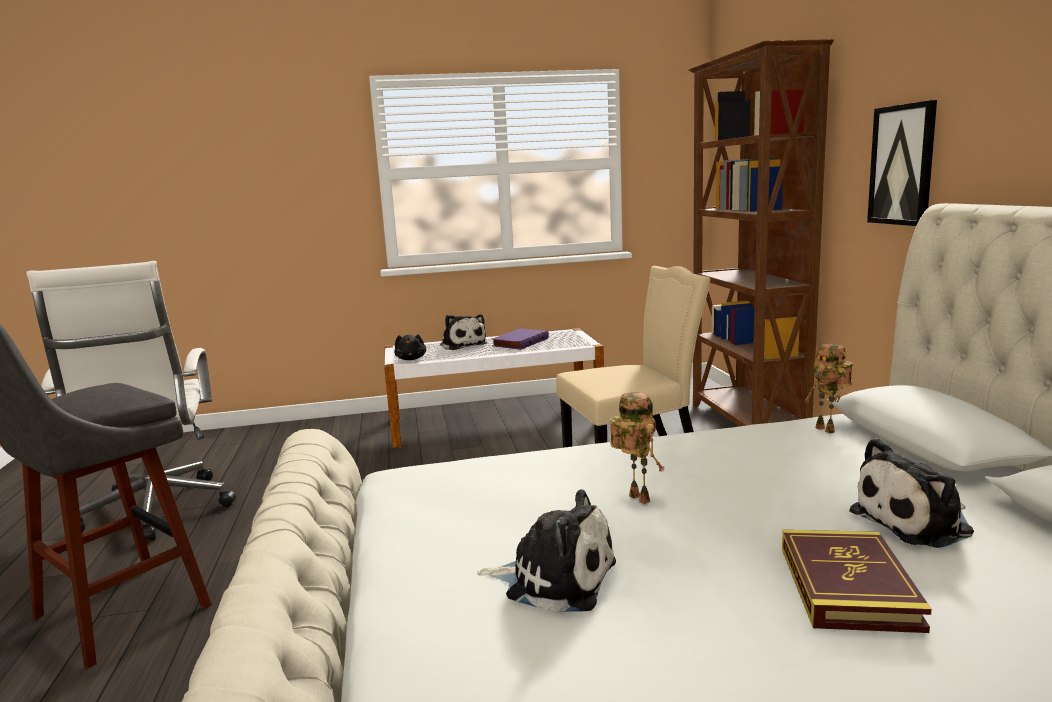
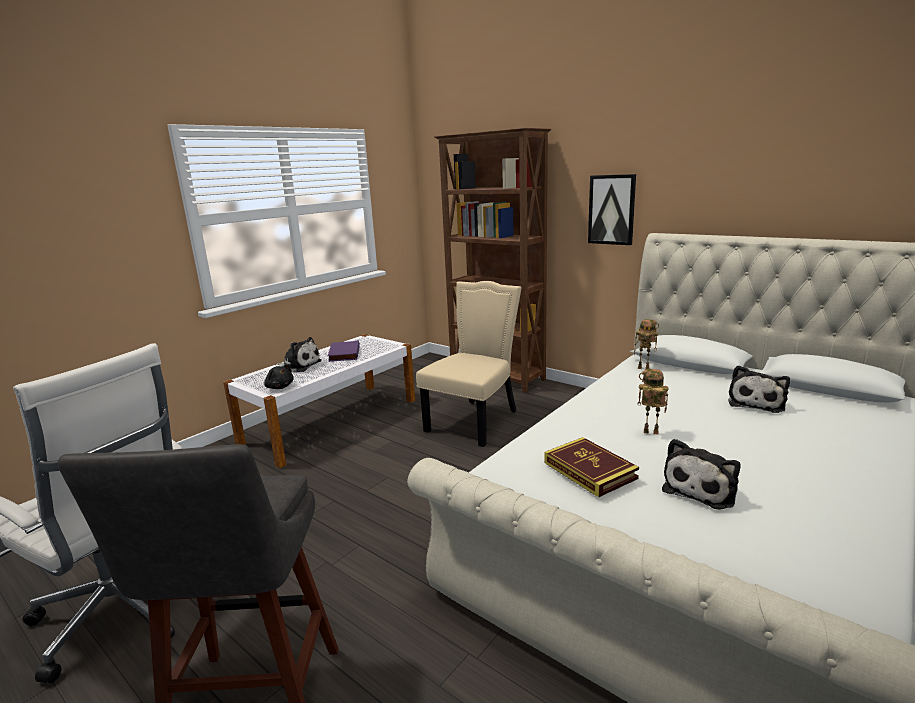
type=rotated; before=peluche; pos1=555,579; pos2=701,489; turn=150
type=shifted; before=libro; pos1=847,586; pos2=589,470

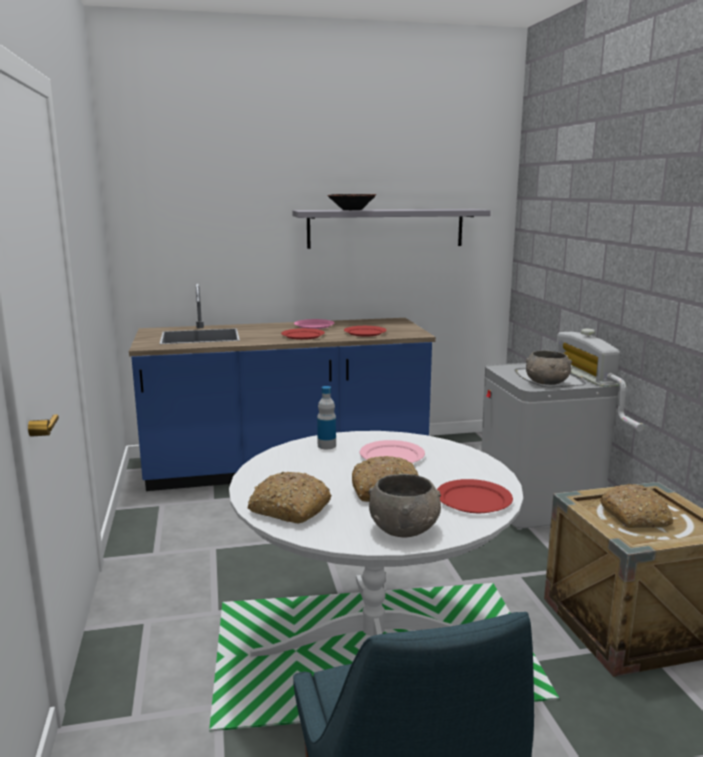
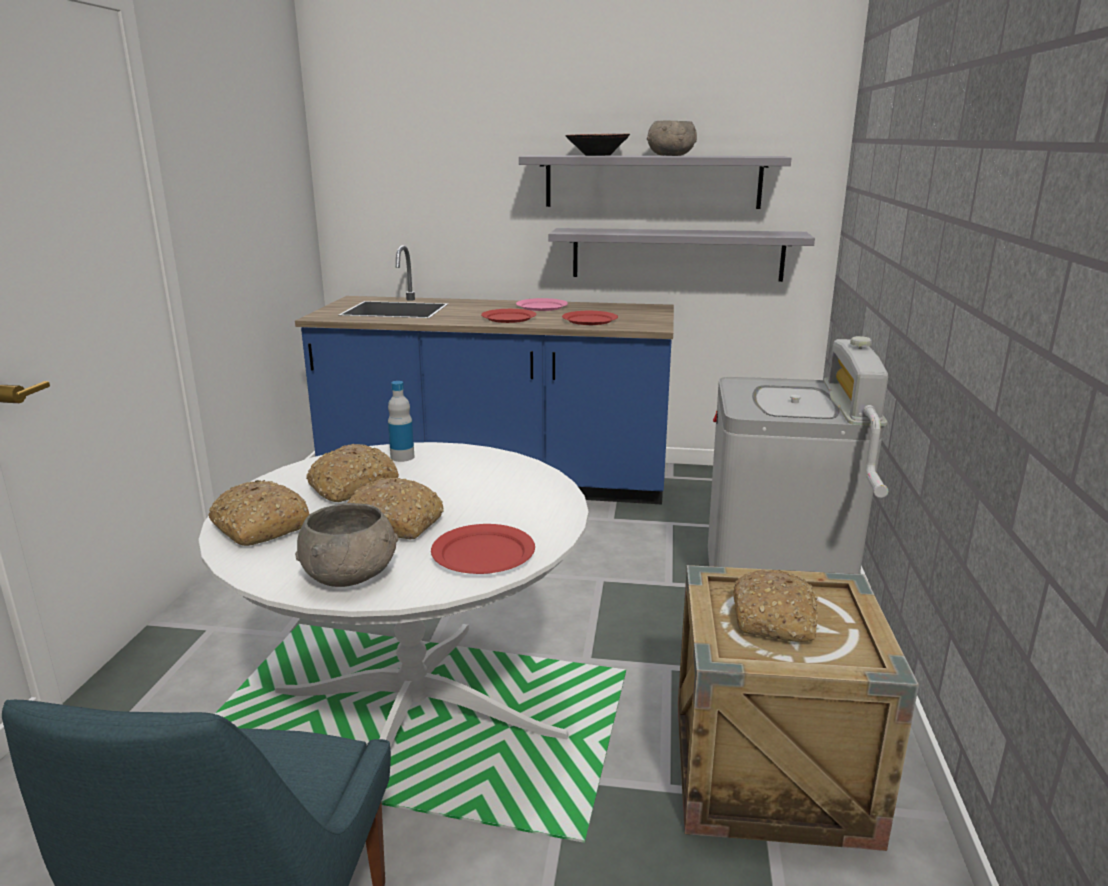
type=gone; before=plato (rosa); pos1=392,456
type=shifted; before=cuenco (gris); pos1=547,382; pos2=671,155
type=new; after=pan; pos2=352,487
type=new; after=estante (gris); pos2=677,254

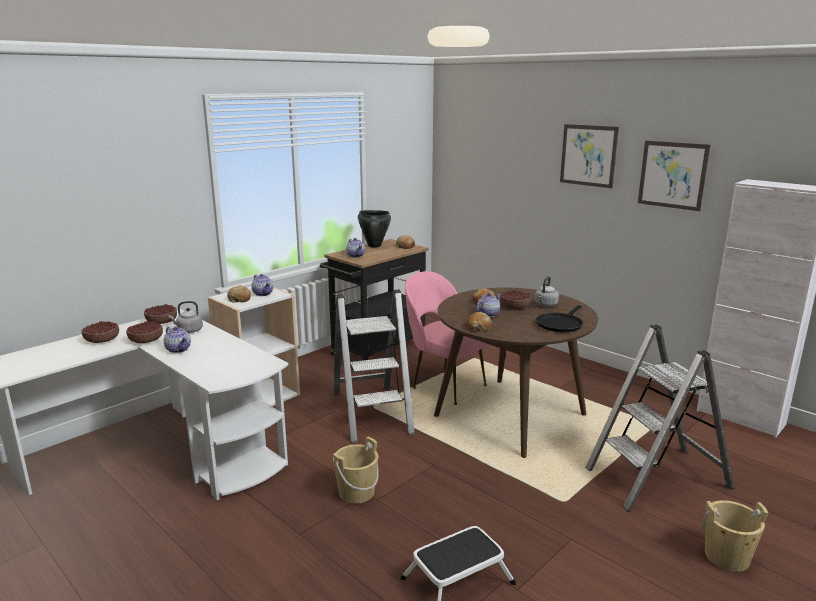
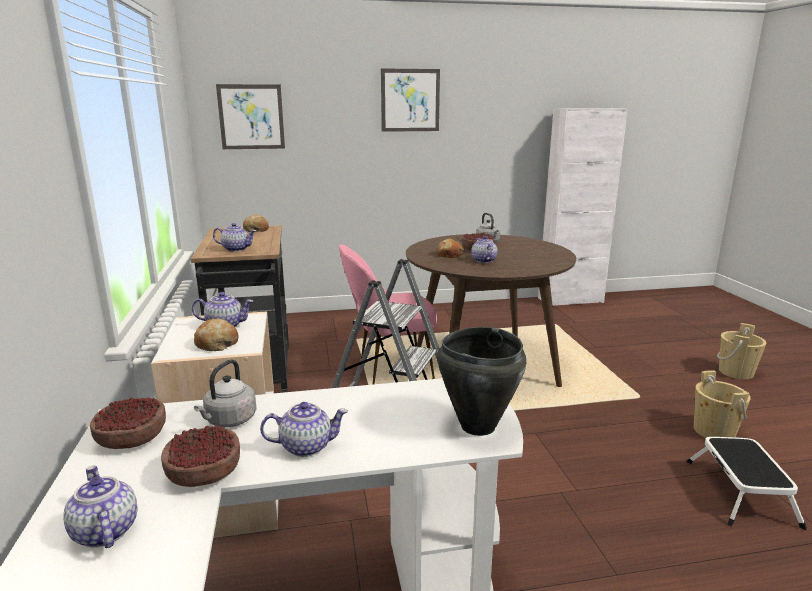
type=swapped; before=cuenco; after=tetera; pos1=101,340; pos2=104,531
type=shifted; before=cubo (beis); pos1=356,492; pos2=714,431
type=shifted; before=olla (negro); pos1=374,245; pos2=477,426
type=gone; before=pan; pos1=479,327
type=gone; before=sartén (negro); pos1=560,324
type=gone; before=escalera de tijera (gris); pos1=659,478
type=shifted; before=cuadro; pos1=672,175; pos2=251,117

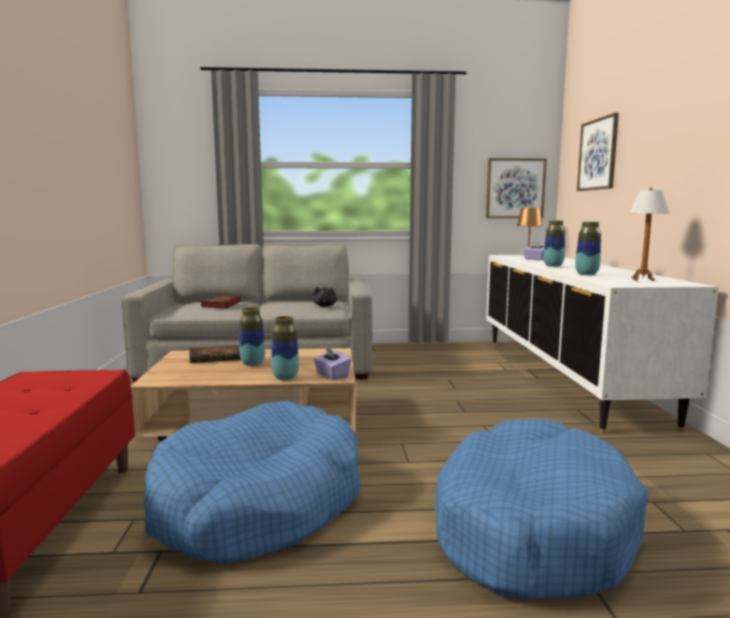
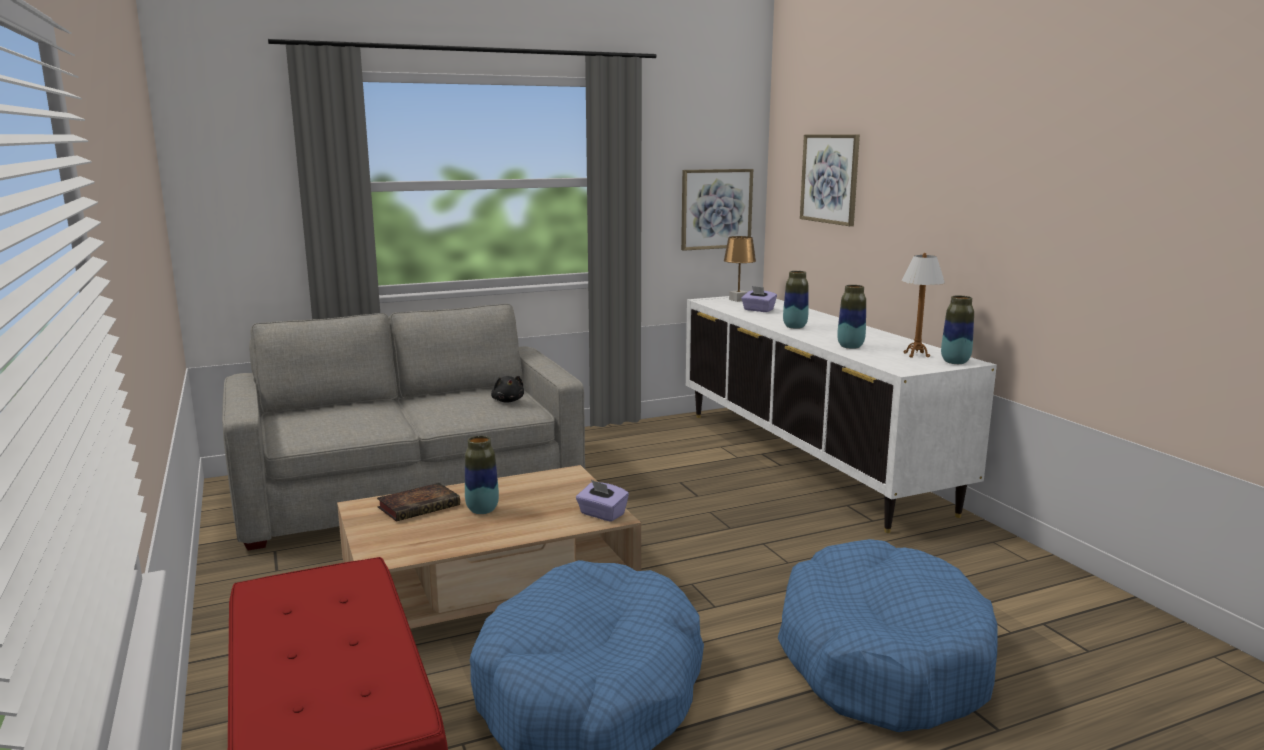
type=gone; before=libro; pos1=222,304
type=shifted; before=florero; pos1=285,377; pos2=955,362

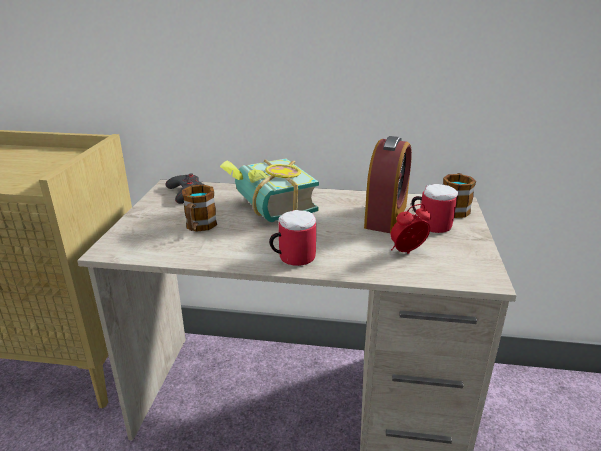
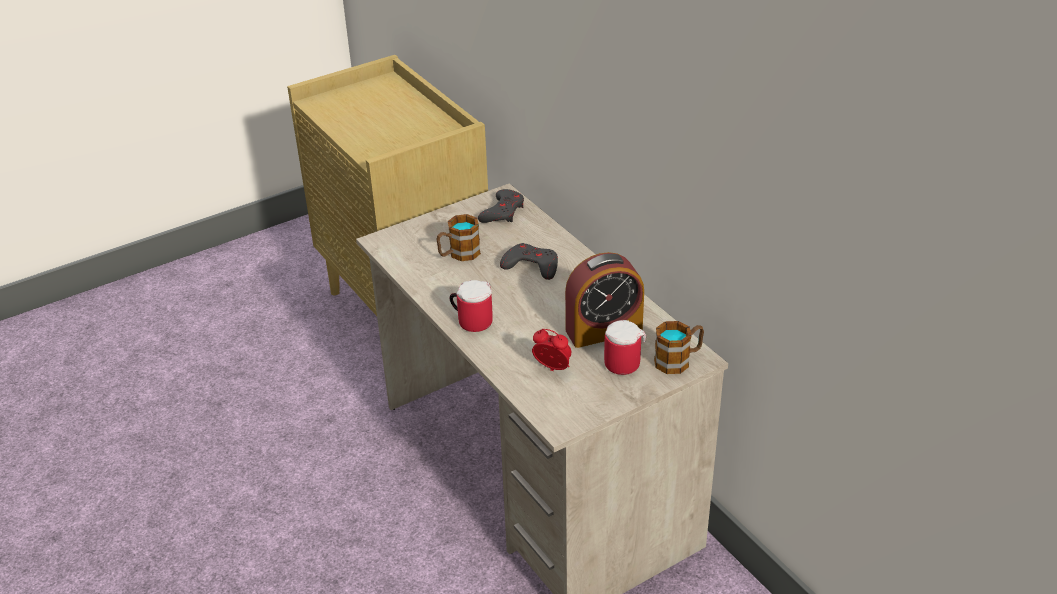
type=swapped; before=libro; after=mando de consola (gris); pos1=267,209; pos2=531,266

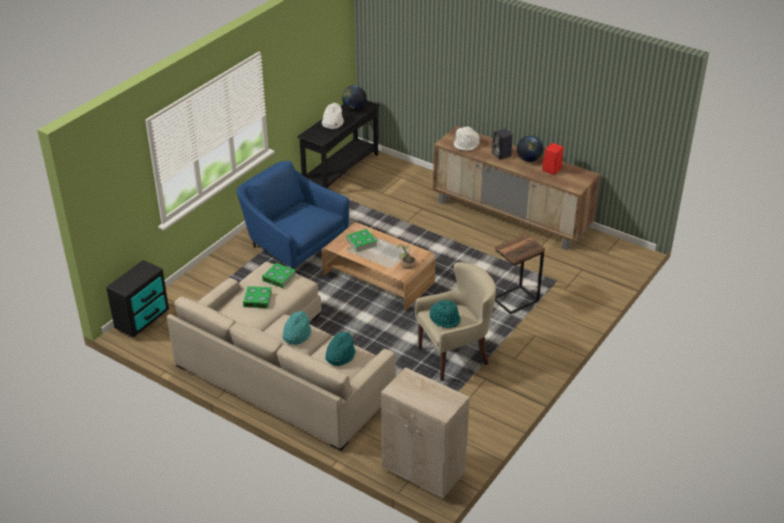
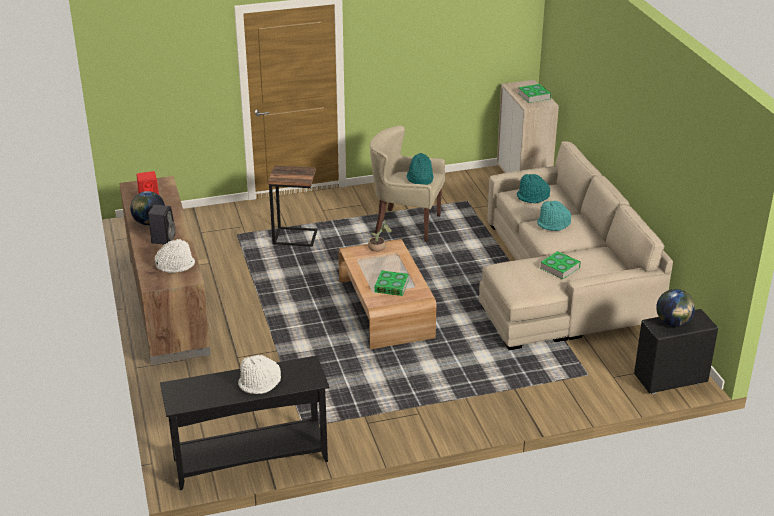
type=gone; before=sillón (azul); pos1=293,245
type=shifted; before=libro; pos1=279,278; pos2=534,96
type=shifted; before=globo terráqueo; pos1=354,108; pos2=673,323

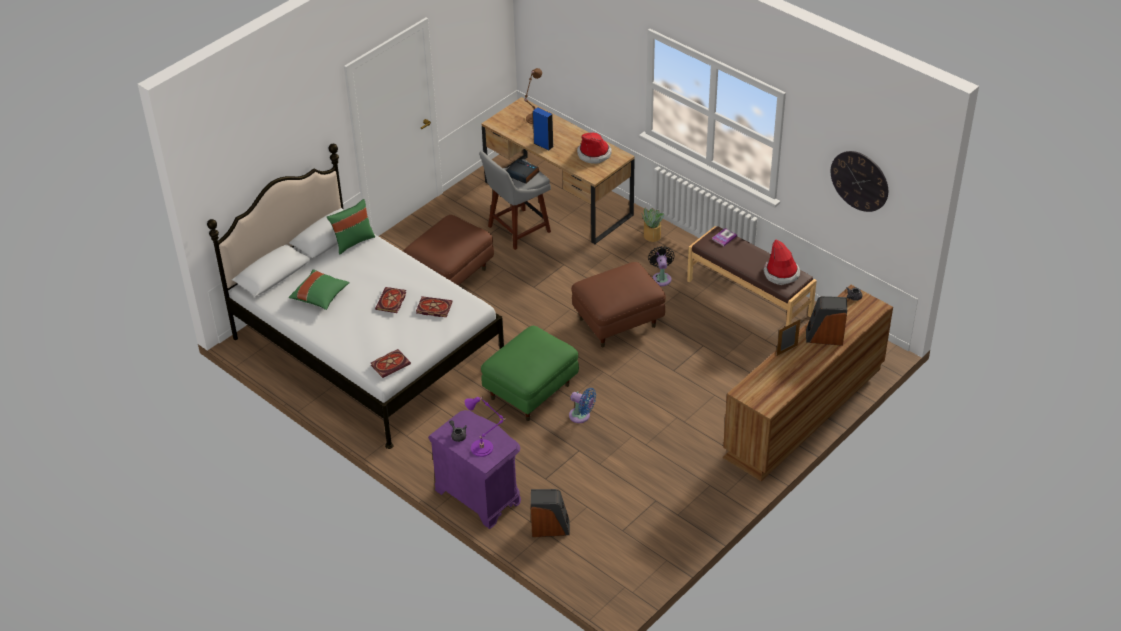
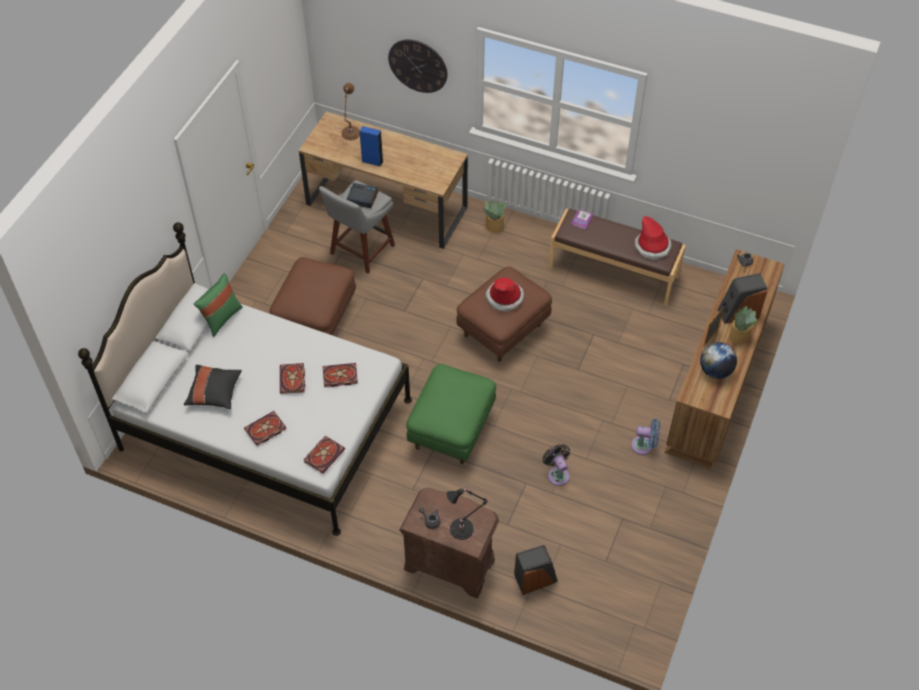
type=repainted; before=cojín (verde); after=cojín (negro); pos1=320,296; pos2=214,393
type=repainted; before=mesita de noche (morado); after=mesita de noche (marrón); pos1=480,494; pos2=450,560
type=repainted; before=lámpara de mesa (morado); after=lámpara de mesa (negro); pos1=484,448; pos2=463,529
type=shifted; before=ventilador (azul); pos1=581,416; pos2=644,446
type=shifted; before=sombrero; pos1=594,154; pos2=504,297
type=shifted; before=ventilador (negro); pos1=661,278; pos2=557,474
type=shifted; before=reloj de pared; pos1=859,181; pos2=418,65
type=new; after=libro; pos2=265,430
type=new; after=globo terráqueo; pos2=715,371
type=new; after=planta en maceta; pos2=738,336

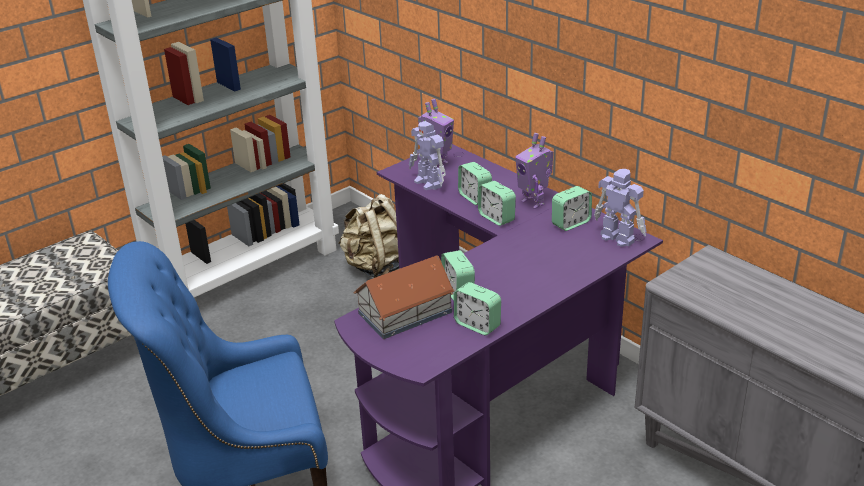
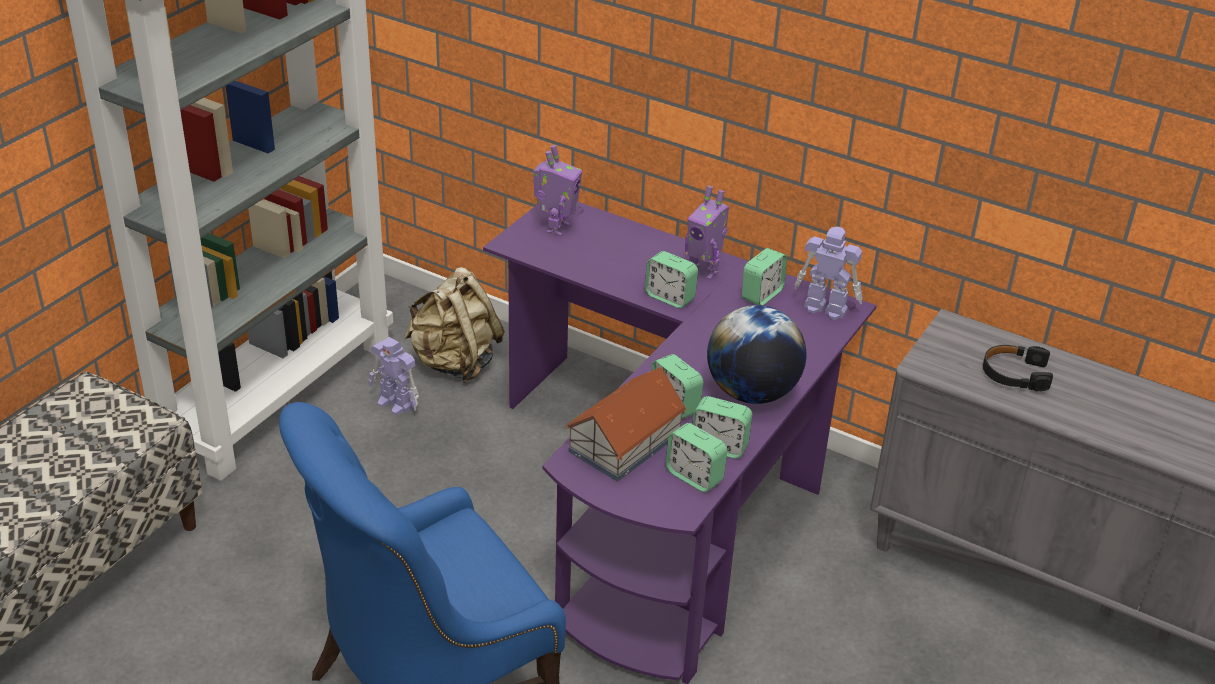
type=shifted; before=robot de juguete; pos1=429,183; pos2=396,404
type=shifted; before=despertador; pos1=475,198; pos2=694,476
type=new; after=globo terráqueo; pos2=752,393
type=new; after=auriculares (negro); pos2=1014,374

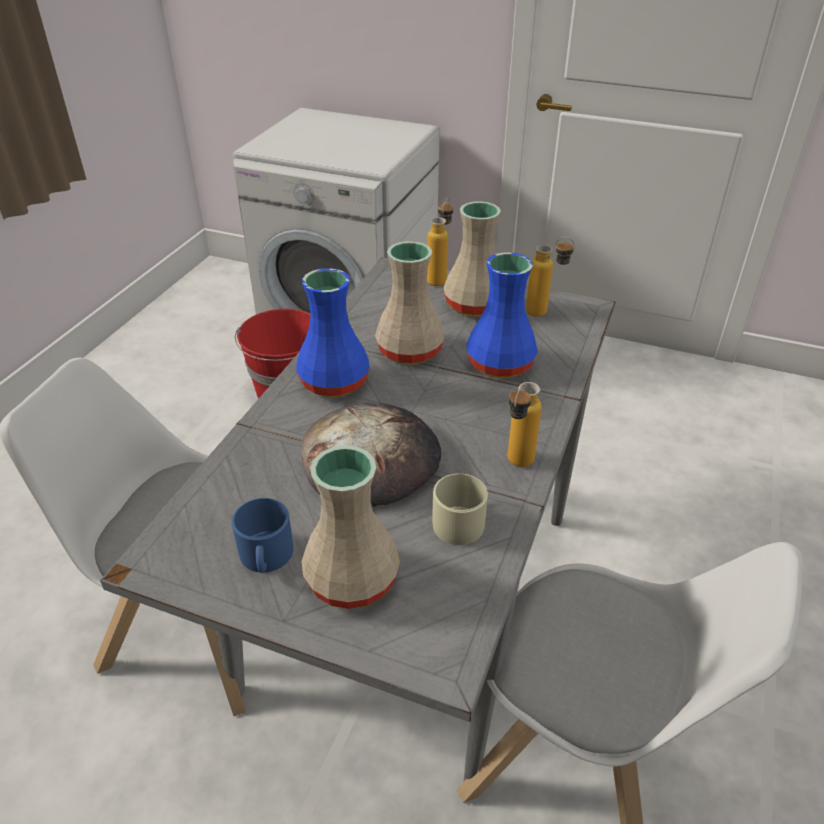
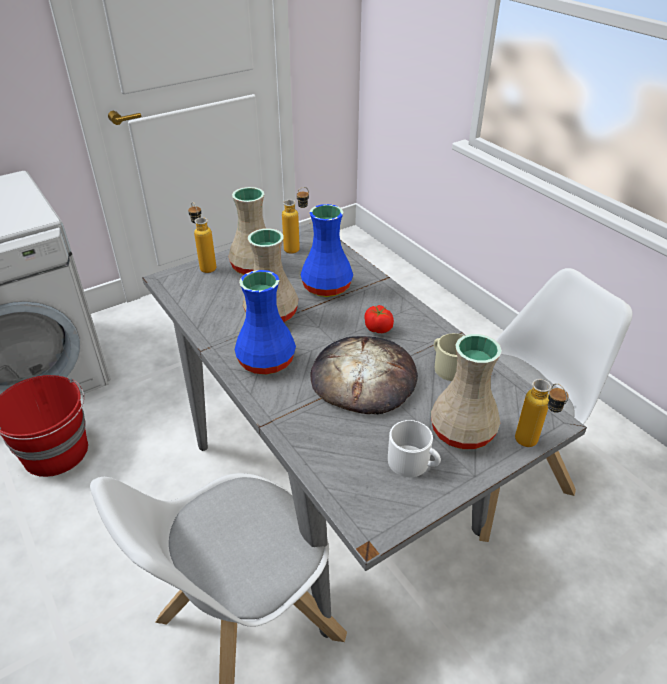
type=repainted; before=taza grande (azul); after=taza grande (blanco); pos1=266,557; pos2=413,463
type=shifted; before=botella; pos1=516,466; pos2=532,446
type=new; after=tomate; pos2=378,329

